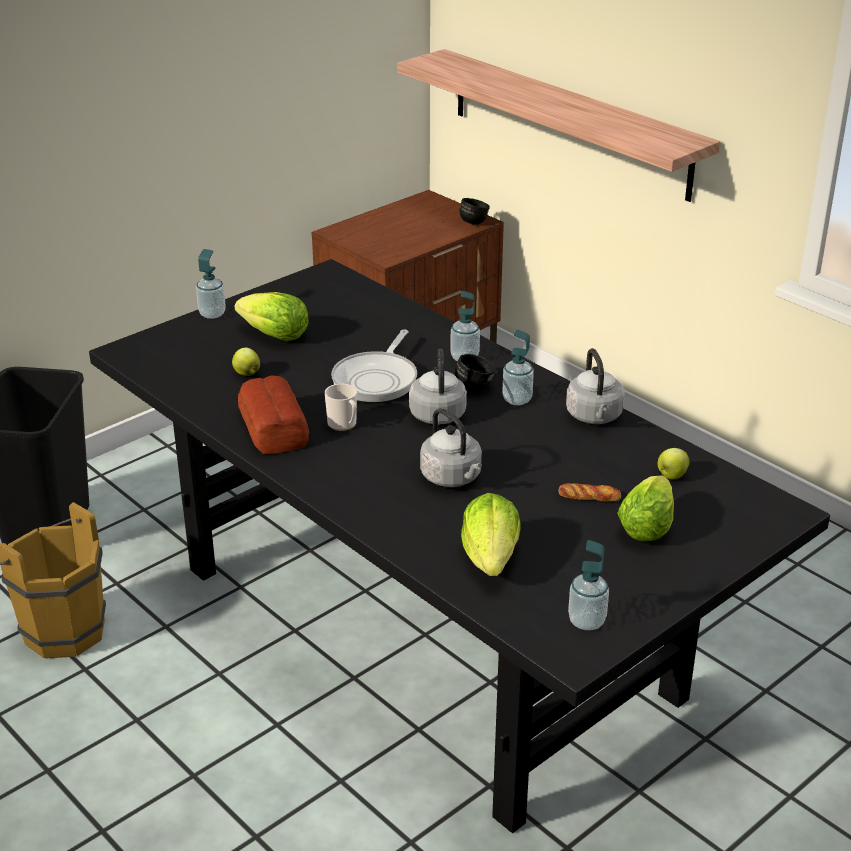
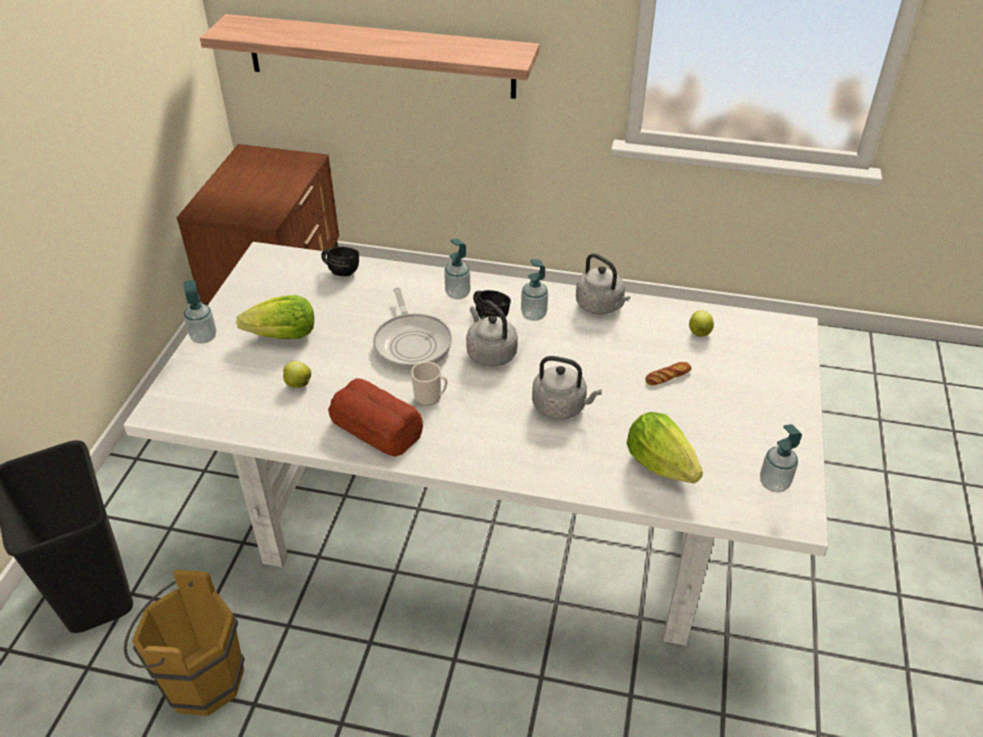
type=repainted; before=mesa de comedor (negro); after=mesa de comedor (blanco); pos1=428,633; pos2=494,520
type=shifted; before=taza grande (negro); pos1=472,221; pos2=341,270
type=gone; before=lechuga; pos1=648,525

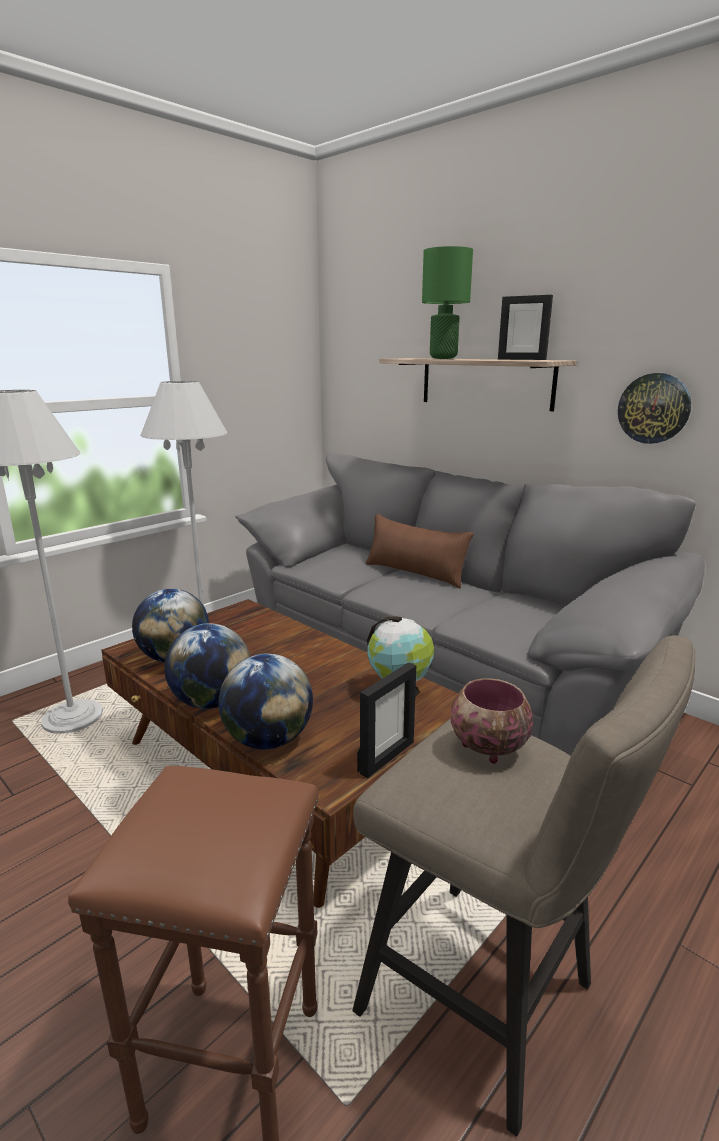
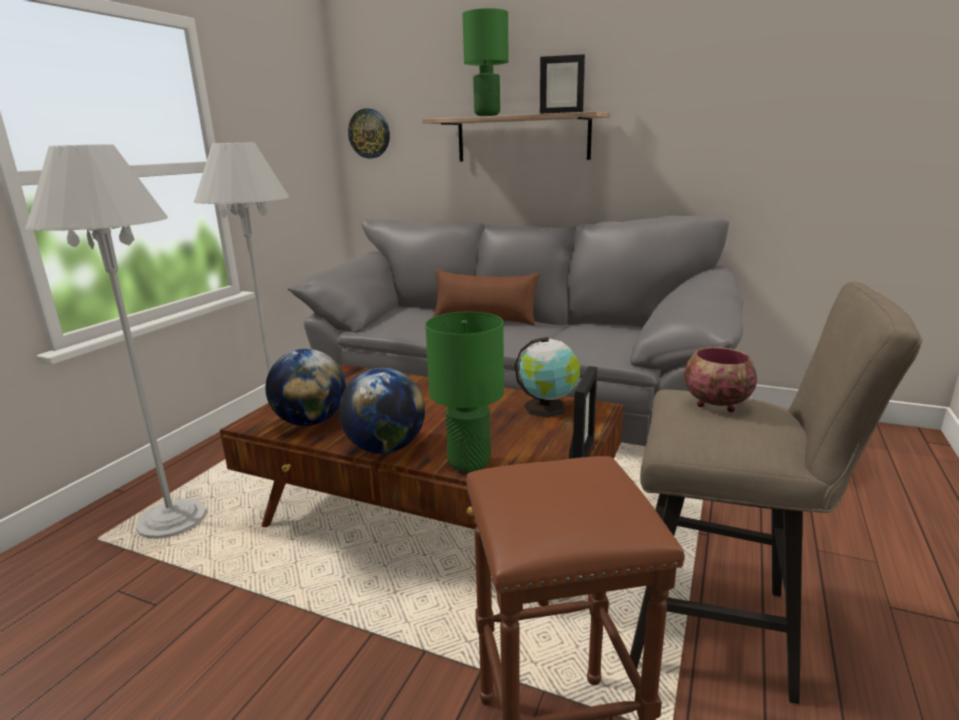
type=swapped; before=globo terráqueo; after=lámpara de mesa (verde); pos1=268,740; pos2=469,464
type=shifted; before=reloj de pared; pos1=654,408; pos2=369,133

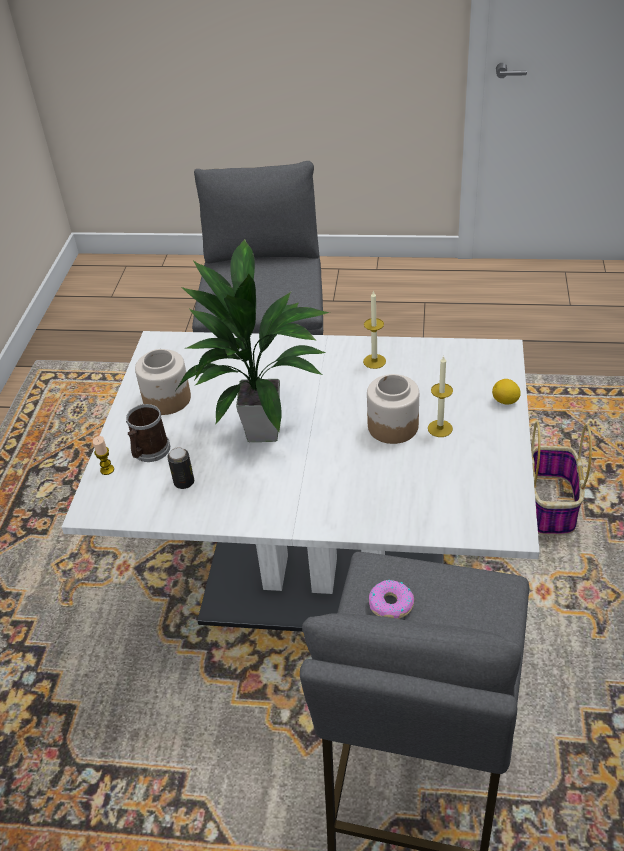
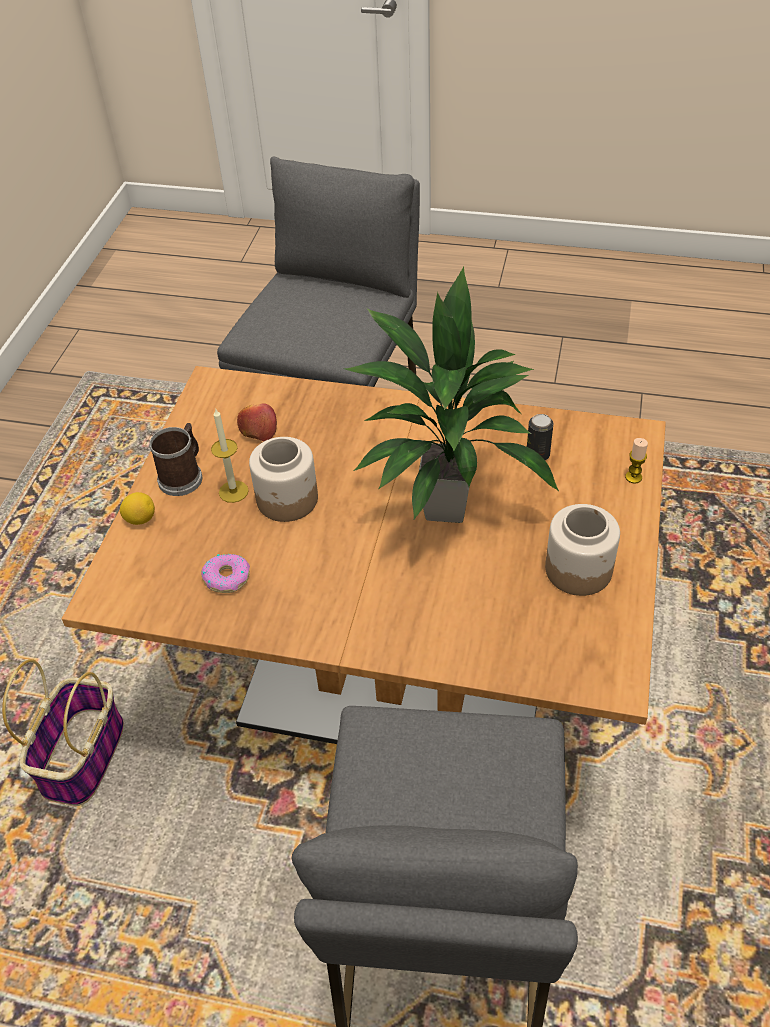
type=repainted; before=mesa de comedor (blanco); after=mesa de comedor (marrón); pos1=325,580; pos2=395,685
type=shifted; before=taza grande; pos1=149,452; pos2=183,476
type=gone; before=vela; pos1=374,361
type=shifted; before=rosquilla; pos1=391,604; pos2=227,577
type=new; after=manzana; pos2=258,429

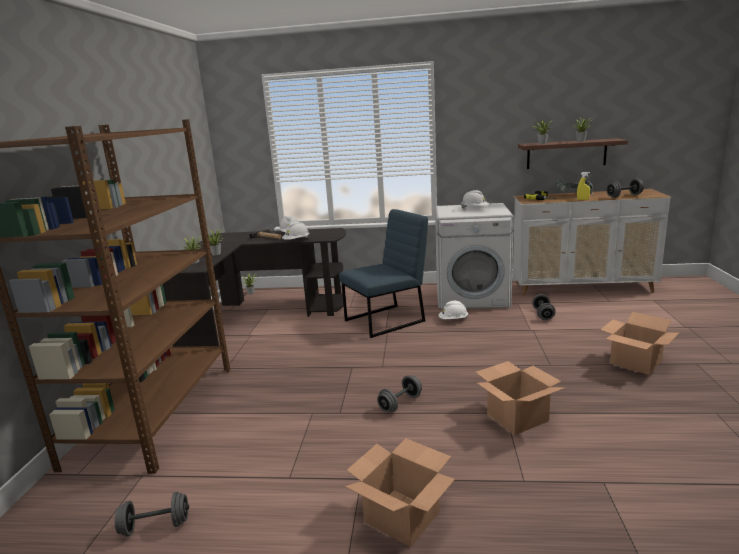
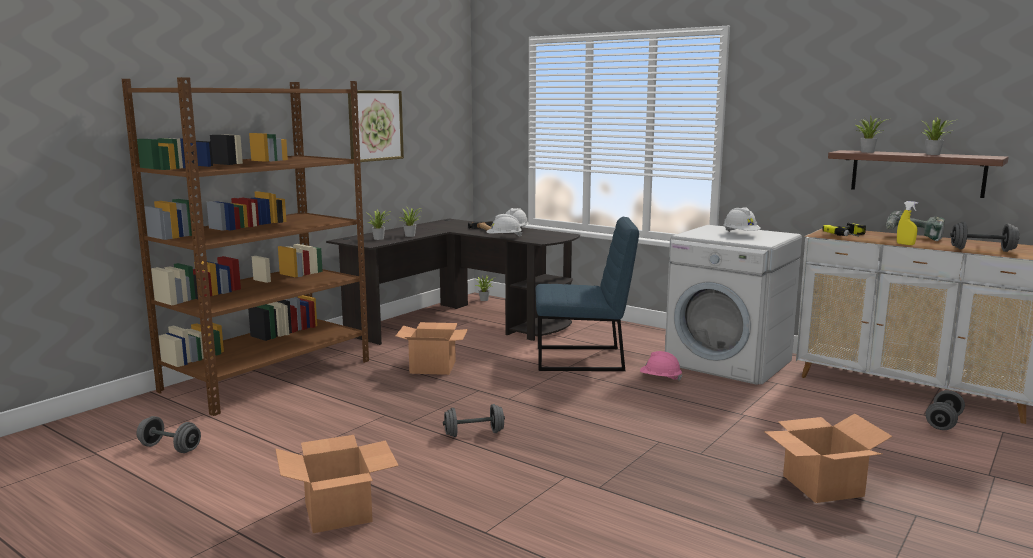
type=repainted; before=casco (blanco); after=casco (rosa); pos1=453,320; pos2=660,379
type=shifted; before=caja de cartón; pos1=517,418; pos2=432,367
type=shifted; before=mancuerna (gris); pos1=543,315; pos2=943,422
type=new; after=cuadro; pos2=375,125

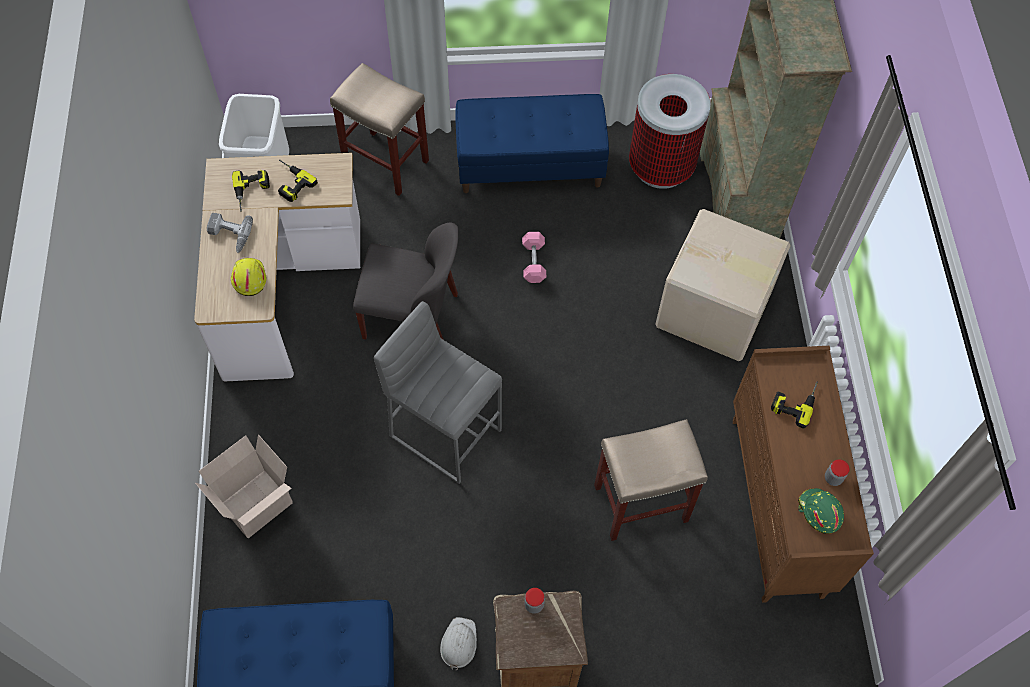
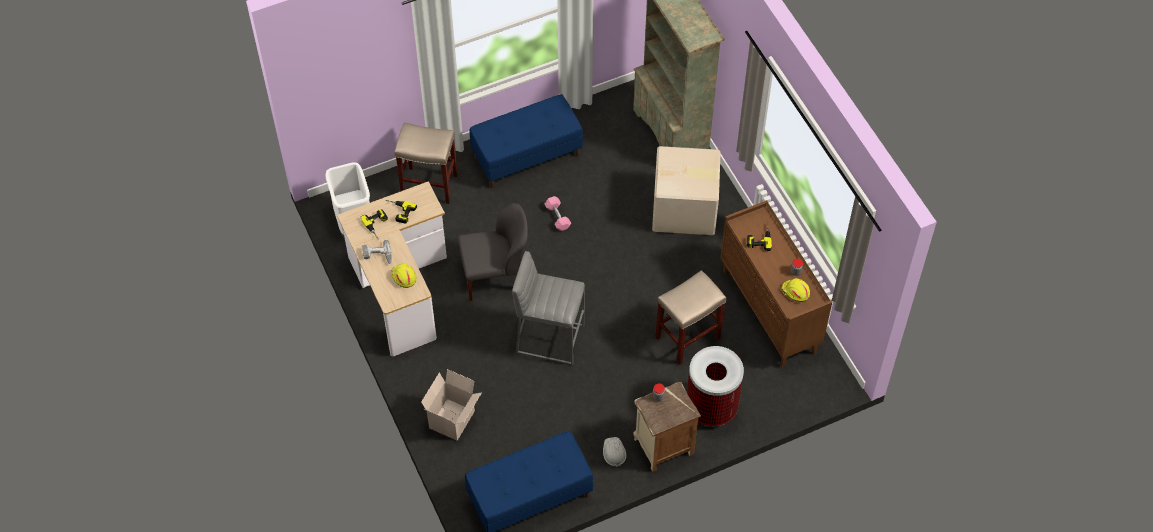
type=shifted; before=papelera; pos1=661,167; pos2=711,408
type=repainted; before=casco (verde); after=casco (amarillo); pos1=819,512; pos2=795,292

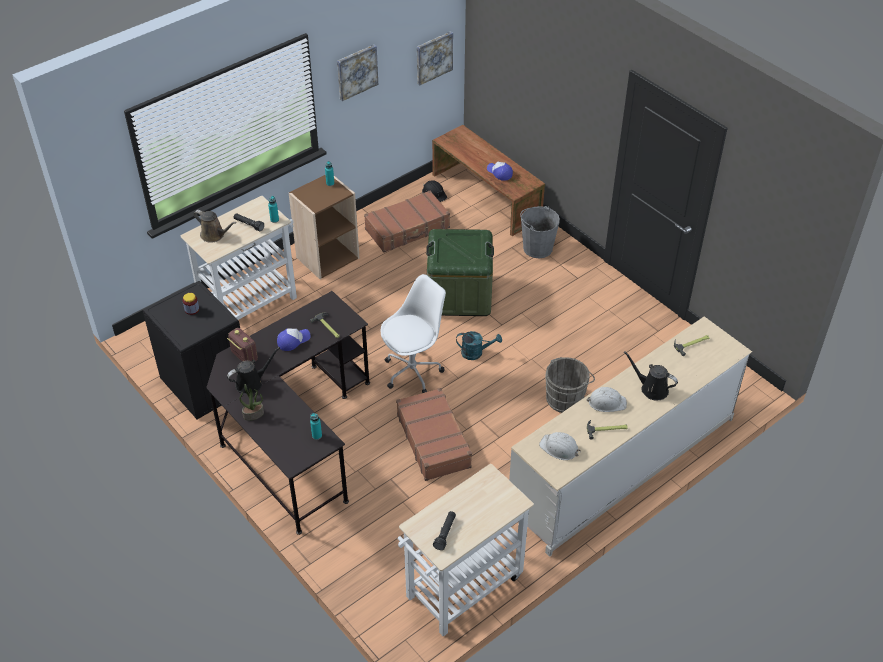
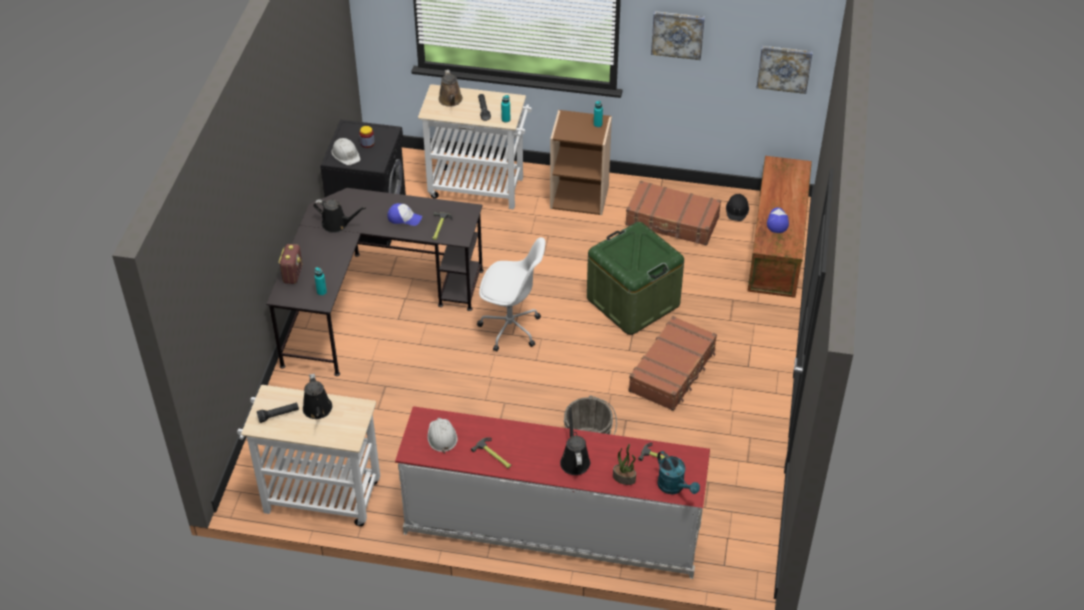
type=shifted; before=radio; pos1=244,356; pos2=292,274
type=shifted; before=planta en maceta; pos1=253,414; pos2=624,478
type=shifted; before=maleta (marrón); pos1=434,440; pos2=673,371
type=shifted; before=regadera (turquesa); pos1=476,353; pos2=674,487
type=repainted; before=armario (beis); after=armario (rojo); pos1=623,465; pos2=553,528
type=gone; before=cubo (gris); pos1=537,248
type=shifted; before=casco (blanco); pos1=606,402; pos2=346,154
type=new; after=regadera (negro); pos2=318,410

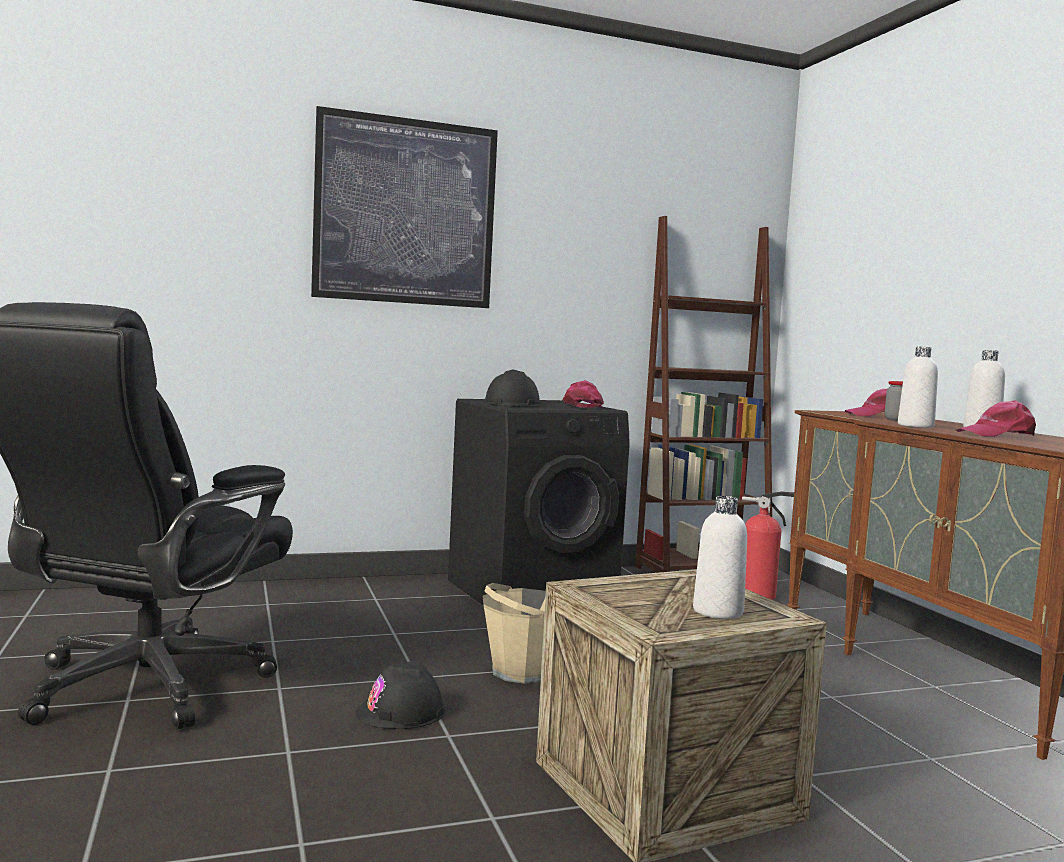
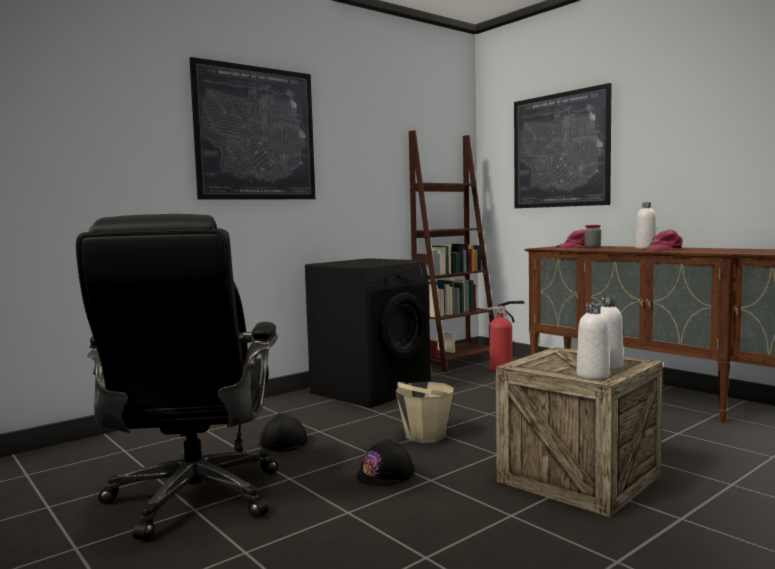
type=shifted; before=casco (negro); pos1=511,404; pos2=283,442
type=gone; before=gorra (rosa); pos1=582,406
type=shifted; before=botella (blanco); pos1=915,426; pos2=592,376
type=new; after=cuadro; pos2=560,150

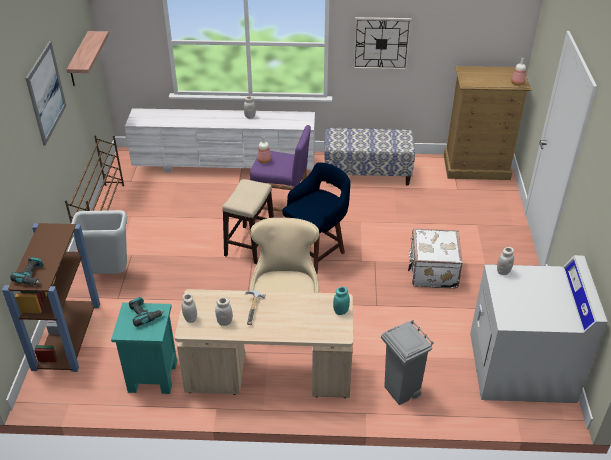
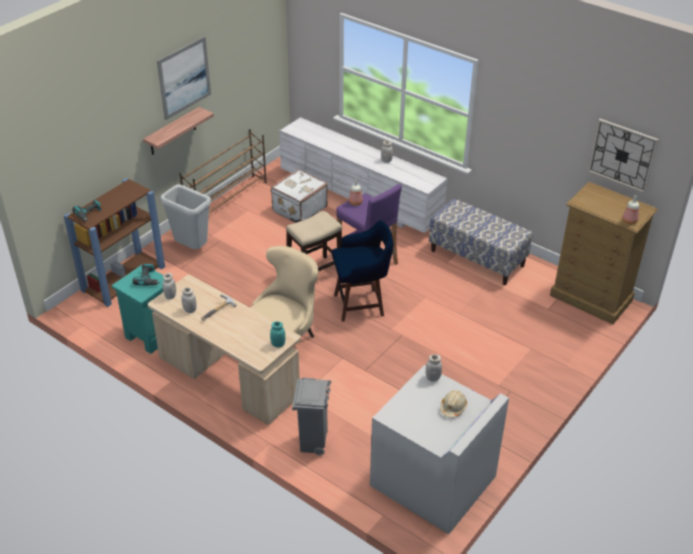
type=shifted; before=estante; pos1=79,59; pos2=172,132
type=shifted; before=reloj de pared; pos1=381,43; pos2=622,155
type=shifted; before=maleta (blanco); pos1=432,271; pos2=299,209
type=new; after=casco (beis); pos2=453,407

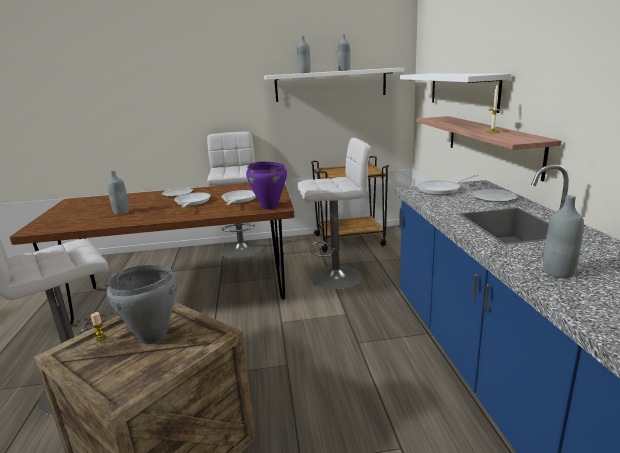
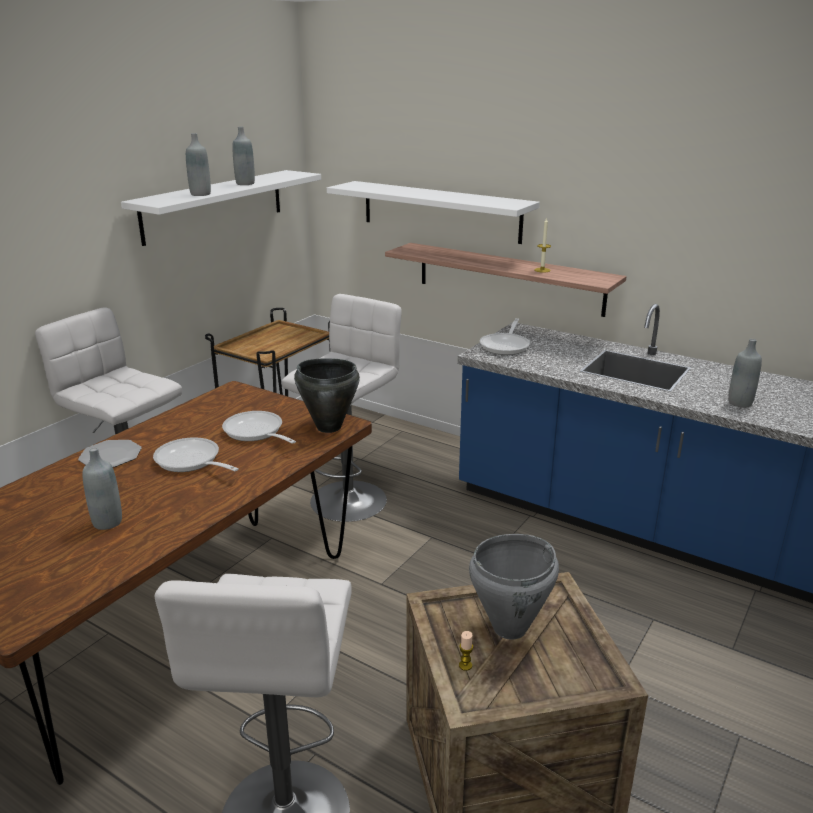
type=repainted; before=olla (morado); after=olla (negro); pos1=269,207; pos2=328,427
type=gone; before=plato; pos1=494,197

